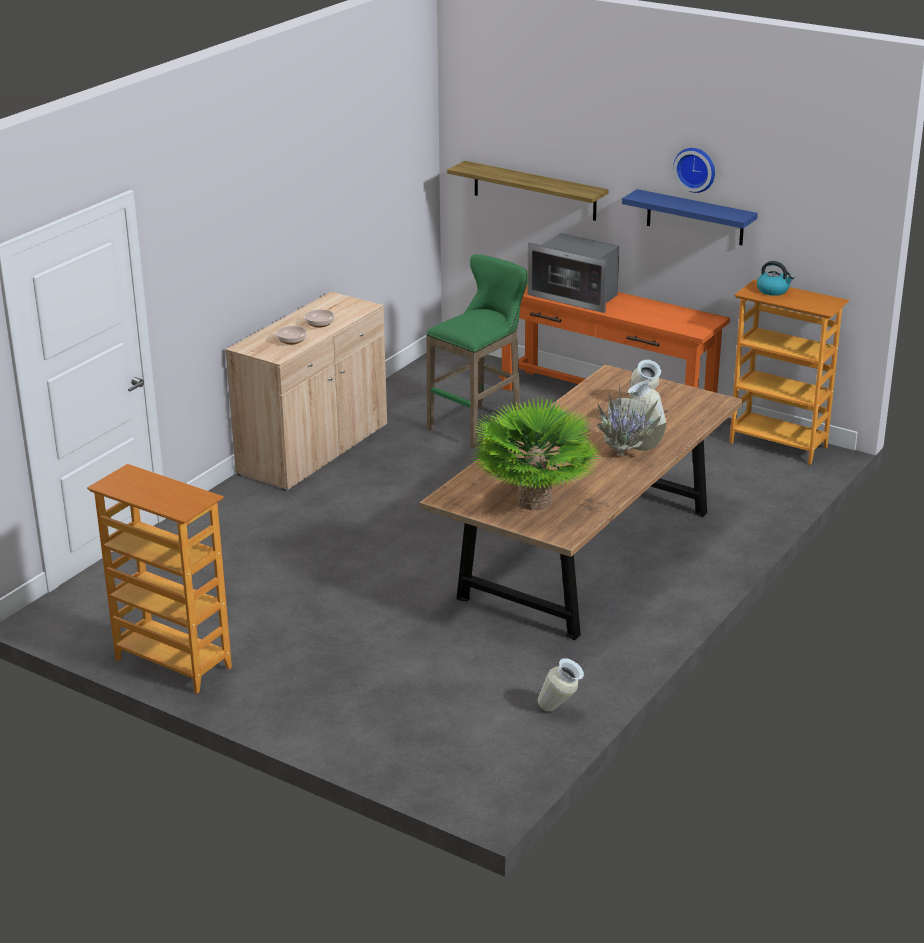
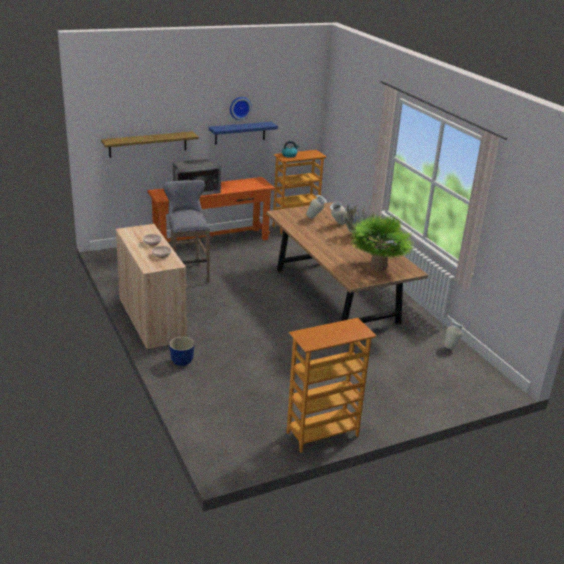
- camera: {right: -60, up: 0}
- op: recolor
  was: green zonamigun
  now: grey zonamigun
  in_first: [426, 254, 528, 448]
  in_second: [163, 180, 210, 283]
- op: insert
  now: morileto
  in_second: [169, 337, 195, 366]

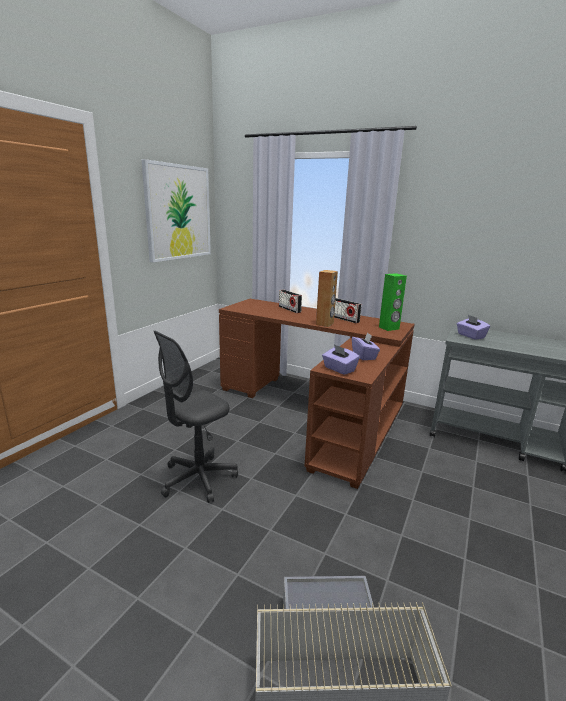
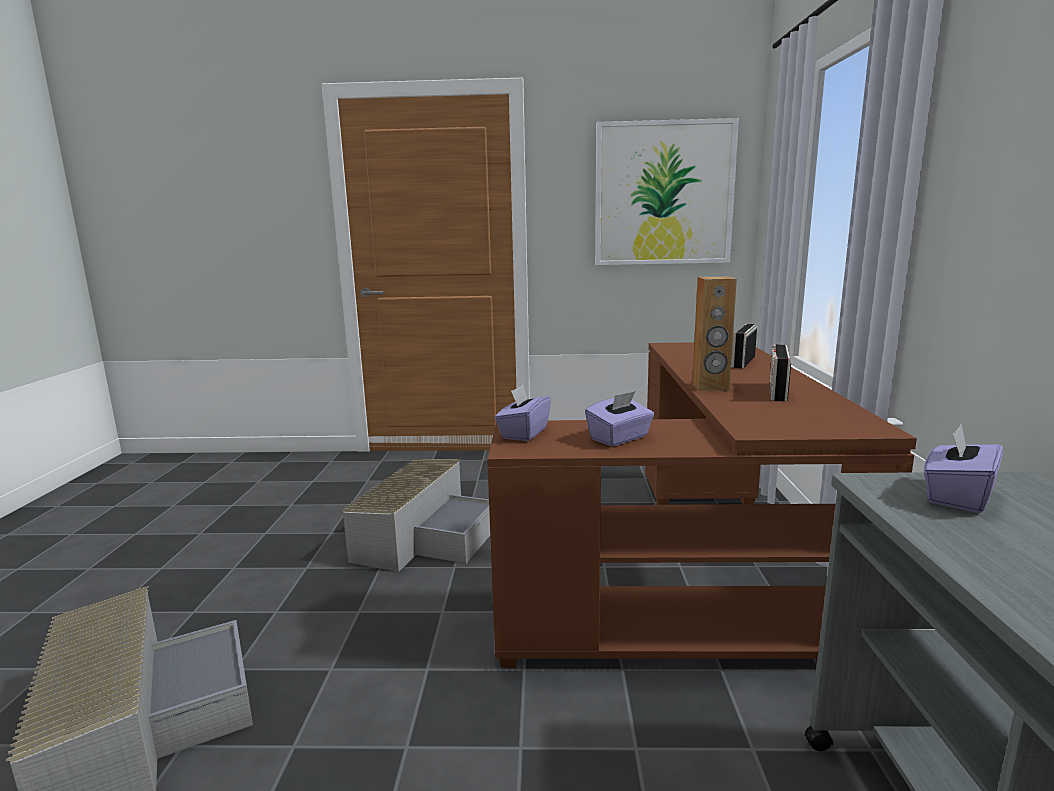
- camera: {right: 65, up: -5}
- op: replace
  was: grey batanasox
  now: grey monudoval
  in_first: [154, 331, 238, 503]
  in_second: [342, 459, 490, 572]
- op: delete
  was: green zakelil
  in_first: [379, 273, 407, 331]

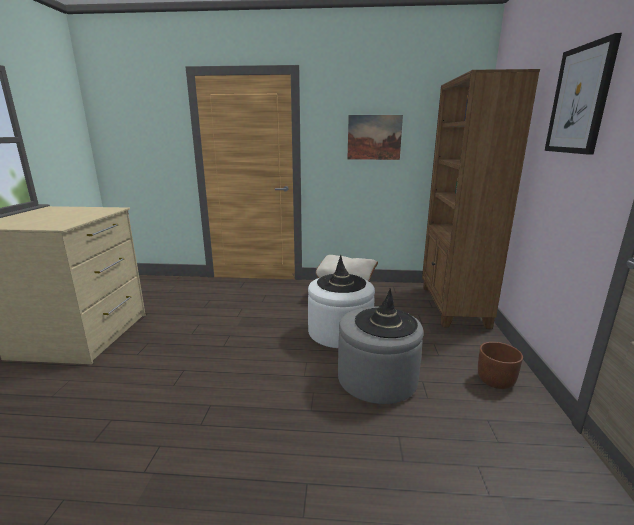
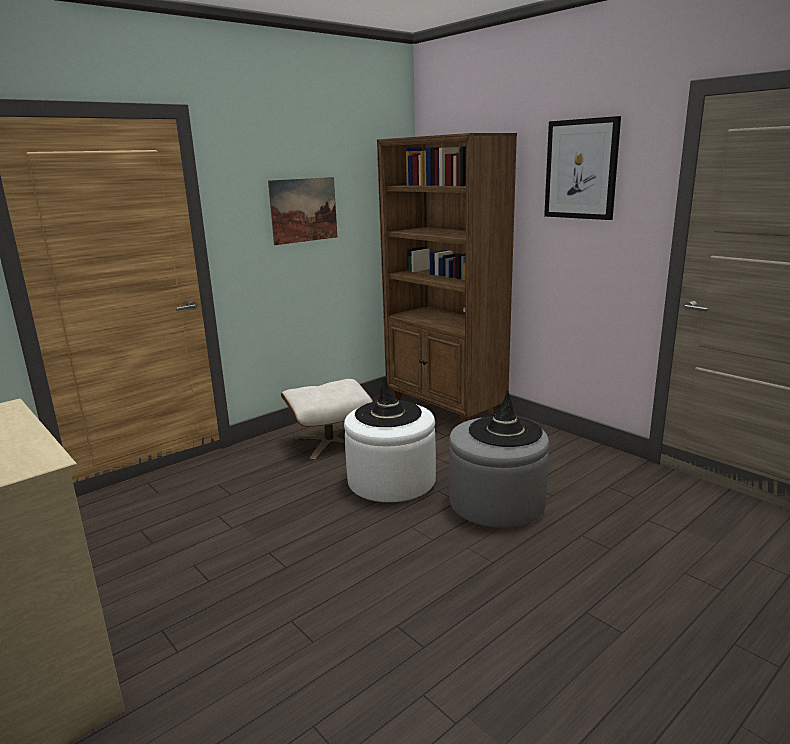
- camera: {right: -45, up: 0}
- op: delete
  was: brown morileto
  in_first: [478, 342, 523, 389]

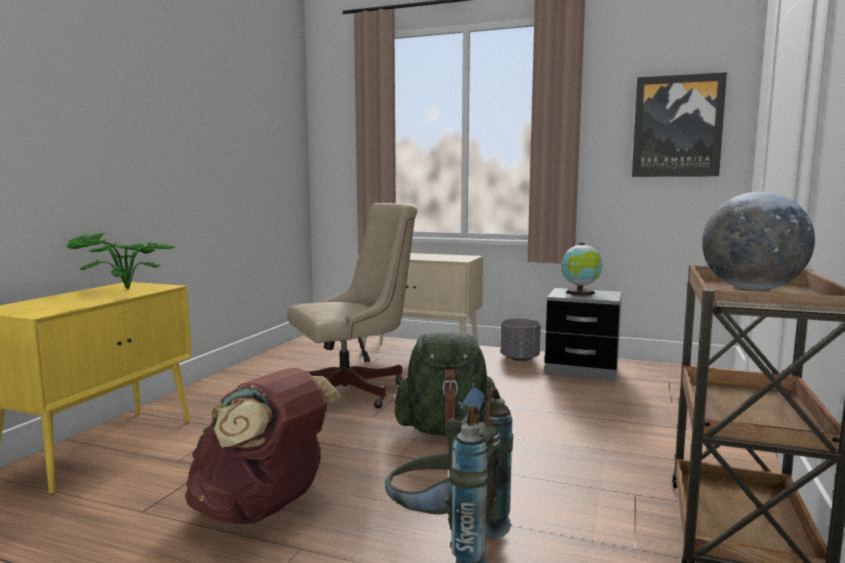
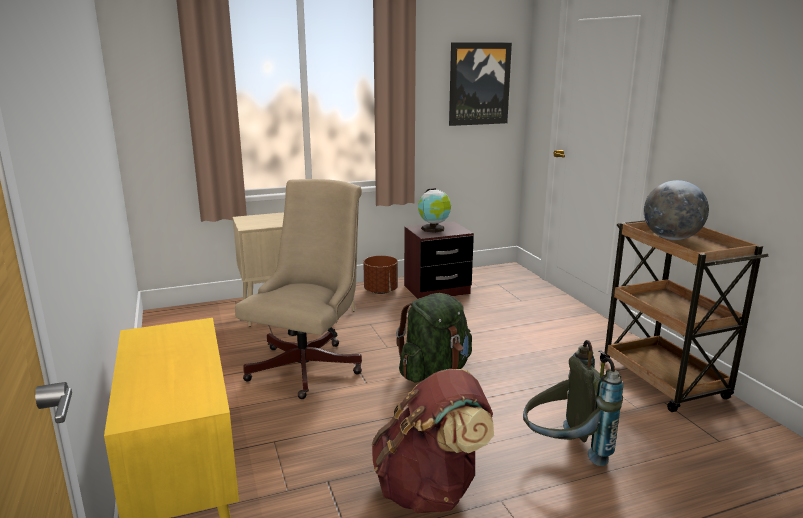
- camera: {right: -40, up: 10}
- op: delete
  was: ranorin
  in_first: [67, 232, 175, 289]
- op: recolor
  was: grey morileto
  now: brown morileto
  in_first: [501, 319, 541, 361]
  in_second: [363, 256, 398, 294]
- op: recolor
  was: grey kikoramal
  now: brown kikoramal
  in_first: [545, 288, 622, 382]
  in_second: [404, 221, 474, 299]

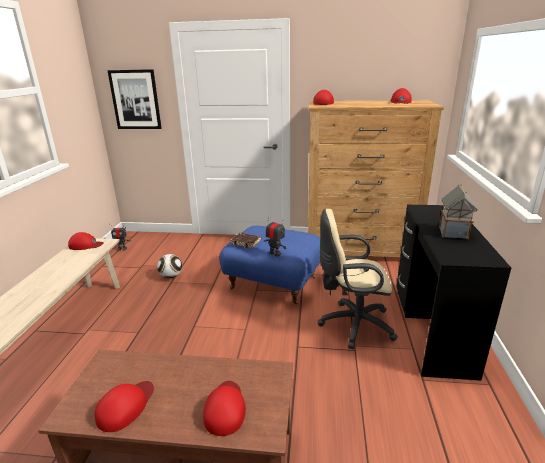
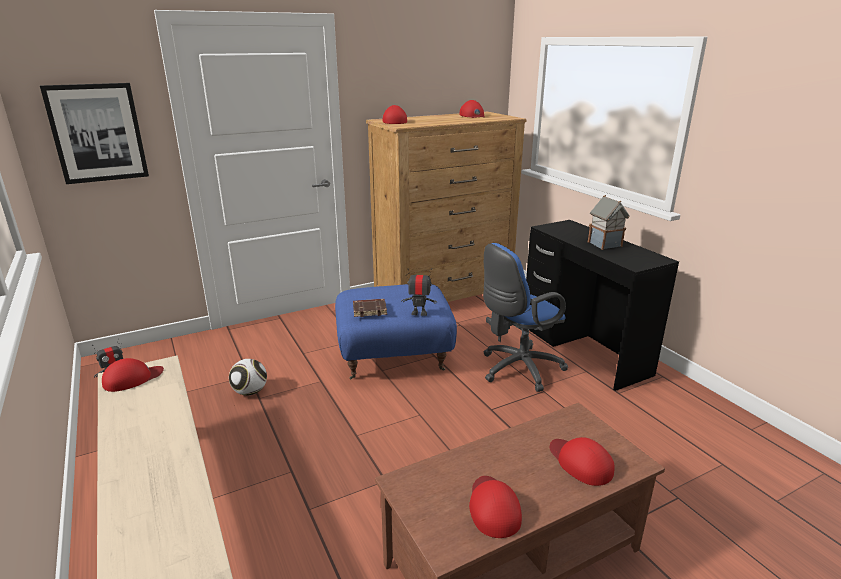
- camera: {right: -35, up: 0}
- op: recolor
  was: beige batanasox
  now: blue batanasox
  in_first: [318, 209, 398, 349]
  in_second: [483, 243, 568, 392]

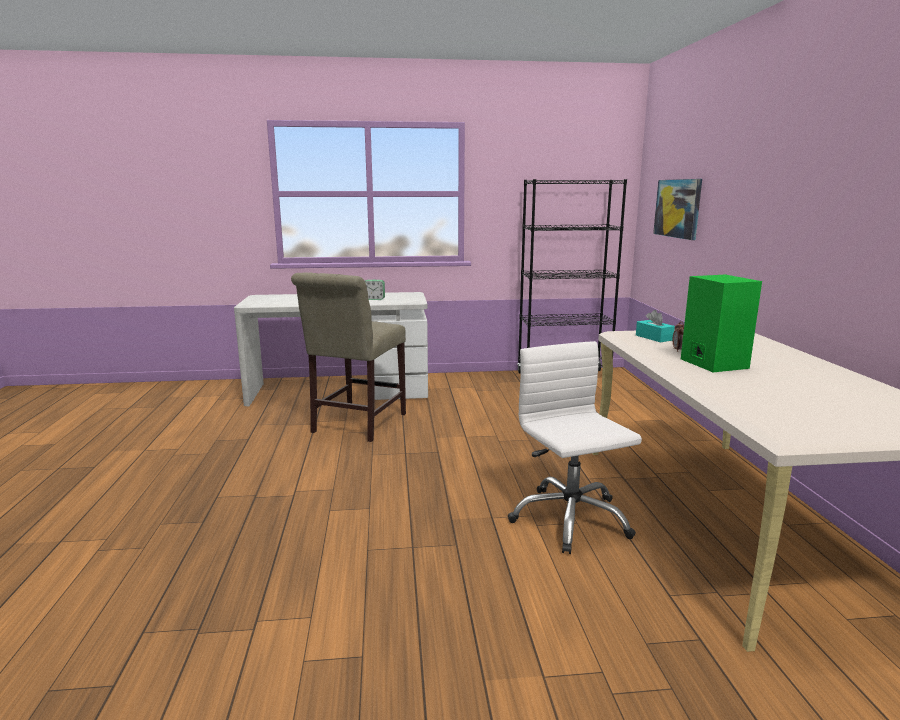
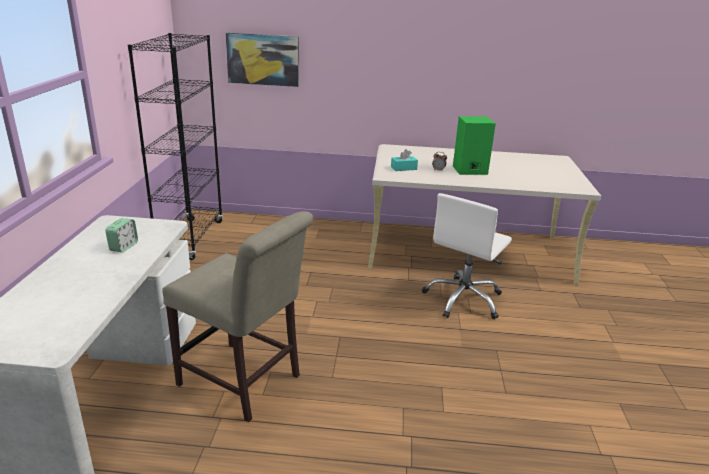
- camera: {right: -80, up: 10}
- op: rotate
  was: white batanasox
  in_first: [508, 341, 642, 554]
  in_second: [422, 193, 512, 319]
  clockwise: -45

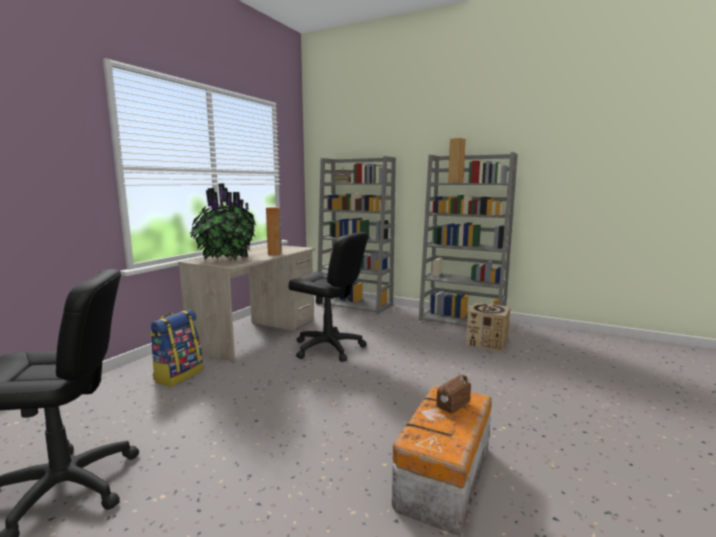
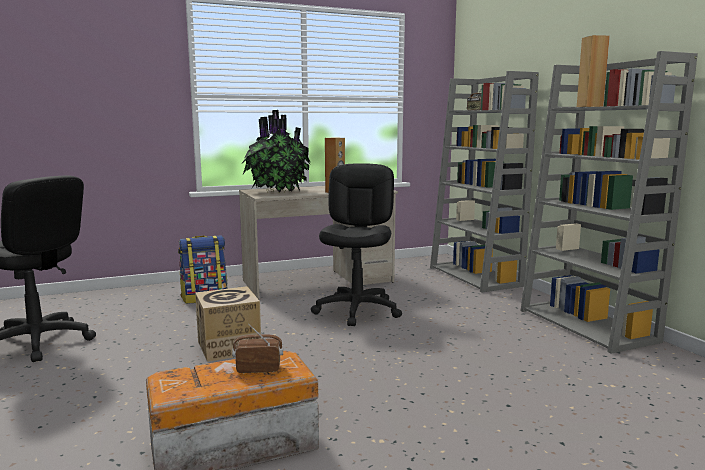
- camera: {right: 40, up: 0}
- op: rotate
  was: black batanasox
  in_first: [288, 232, 368, 362]
  in_second: [311, 163, 402, 326]
  clockwise: -150
- op: move
  was: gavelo
  in_first: [466, 302, 511, 351]
  in_second: [195, 286, 261, 362]

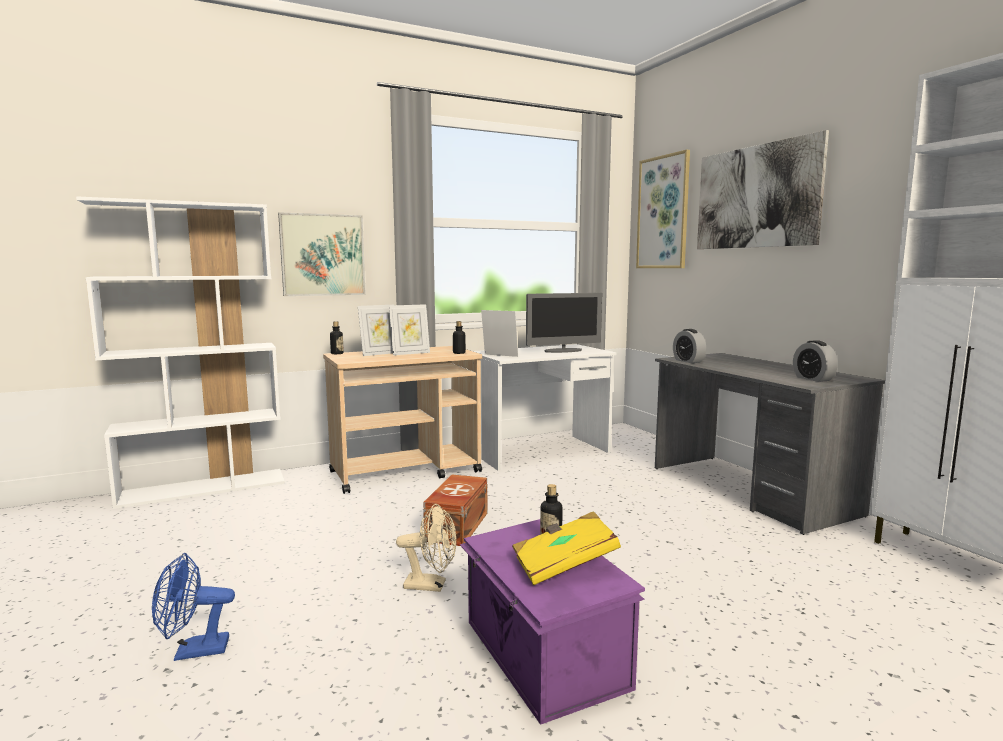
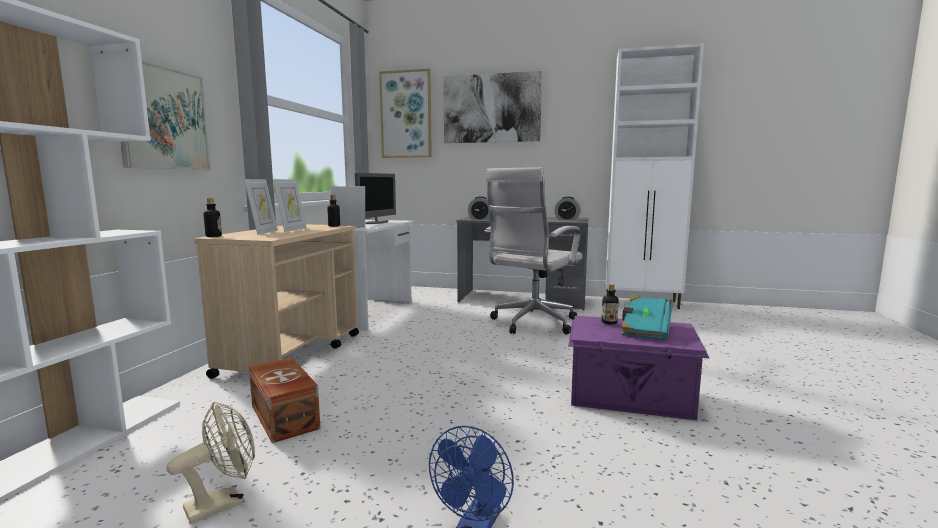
- camera: {right: -50, up: 0}
- op: move
  was: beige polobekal
  in_first: [396, 504, 456, 592]
  in_second: [166, 402, 255, 524]
- op: move
  was: brown monudoval
  in_first: [423, 475, 487, 546]
  in_second: [249, 358, 321, 443]
- op: recolor
  was: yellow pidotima
  now: turquoise pidotima
  in_first: [512, 511, 621, 586]
  in_second: [621, 295, 673, 340]
- op: insert
  now: white batanasox
  in_second: [484, 167, 582, 335]

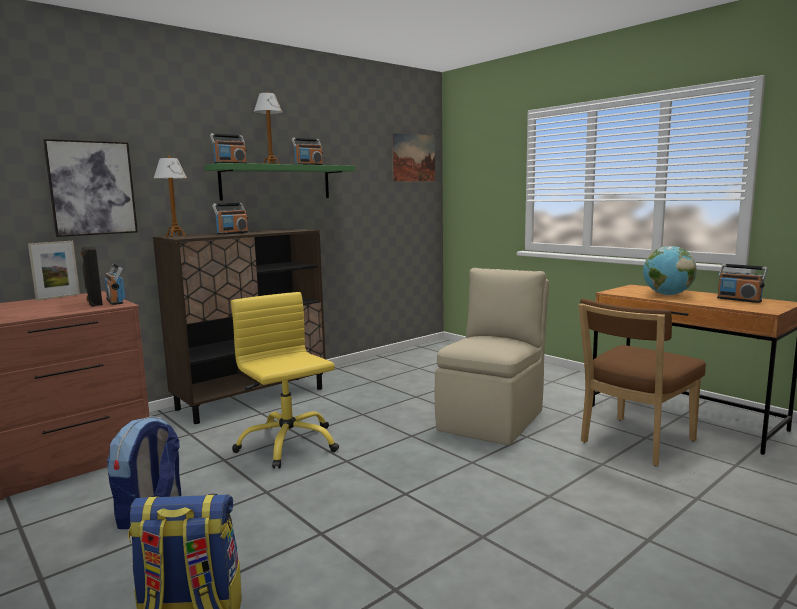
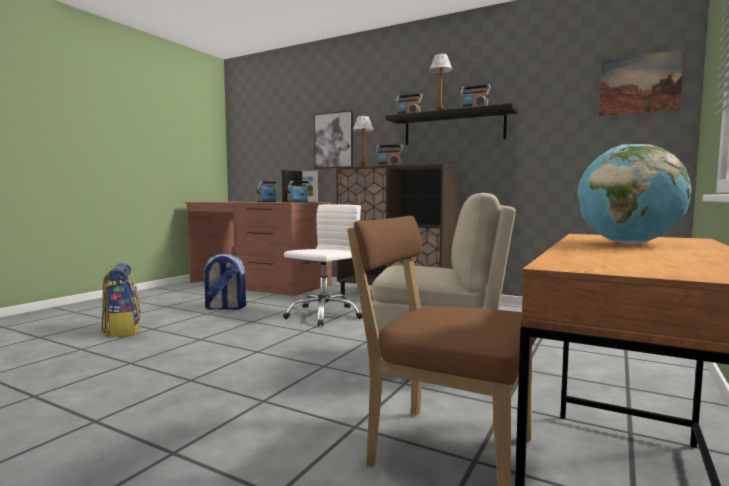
- camera: {right: 70, up: -5}
- op: recolor
  was: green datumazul
  now: black datumazul
  in_first: [204, 163, 355, 201]
  in_second: [386, 103, 518, 145]
- op: recolor
  was: yellow batanasox
  now: white batanasox
  in_first: [231, 292, 339, 469]
  in_second: [283, 204, 363, 326]
- op: move
  was: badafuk
  in_first: [717, 264, 768, 303]
  in_second: [256, 181, 278, 202]

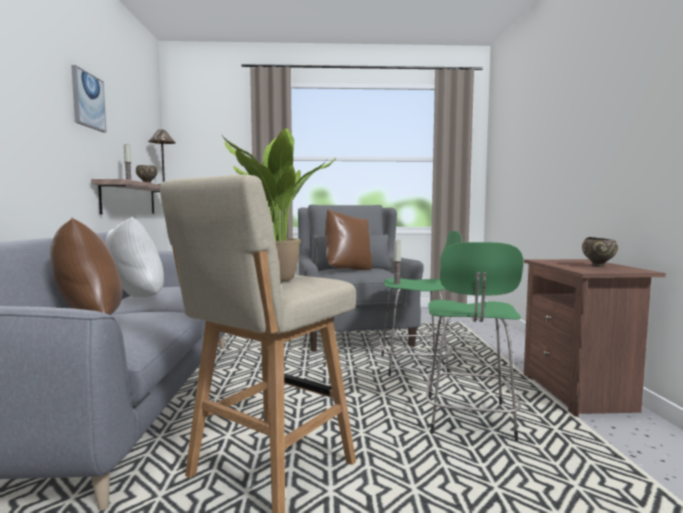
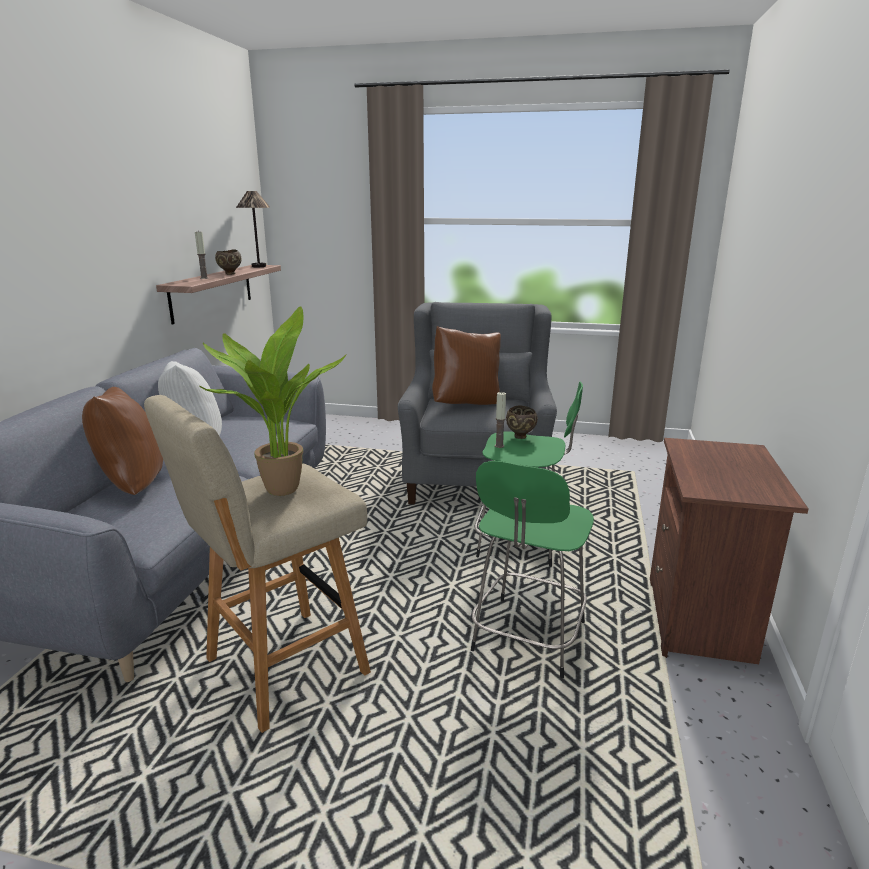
- camera: {right: 15, up: 15}
- op: delete
  was: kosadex
  in_first: [71, 65, 106, 132]
- op: move
  was: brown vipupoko
  in_first: [582, 237, 618, 267]
  in_second: [506, 405, 538, 439]

